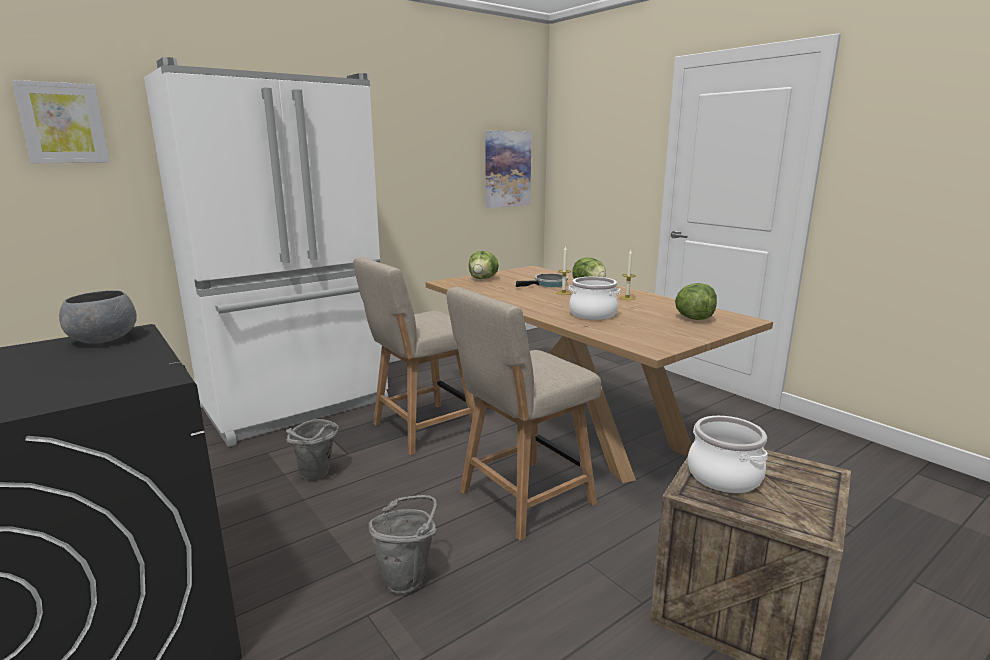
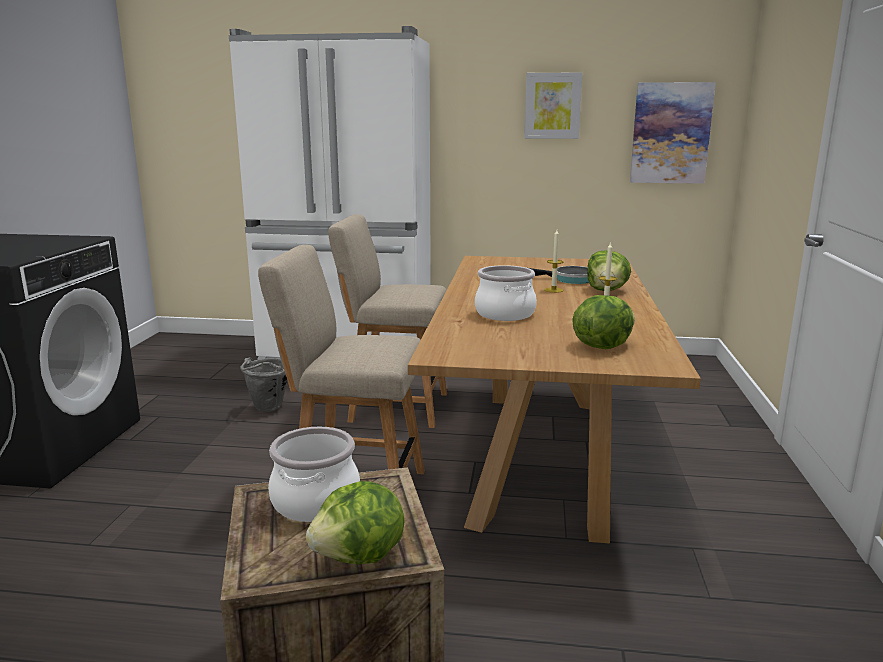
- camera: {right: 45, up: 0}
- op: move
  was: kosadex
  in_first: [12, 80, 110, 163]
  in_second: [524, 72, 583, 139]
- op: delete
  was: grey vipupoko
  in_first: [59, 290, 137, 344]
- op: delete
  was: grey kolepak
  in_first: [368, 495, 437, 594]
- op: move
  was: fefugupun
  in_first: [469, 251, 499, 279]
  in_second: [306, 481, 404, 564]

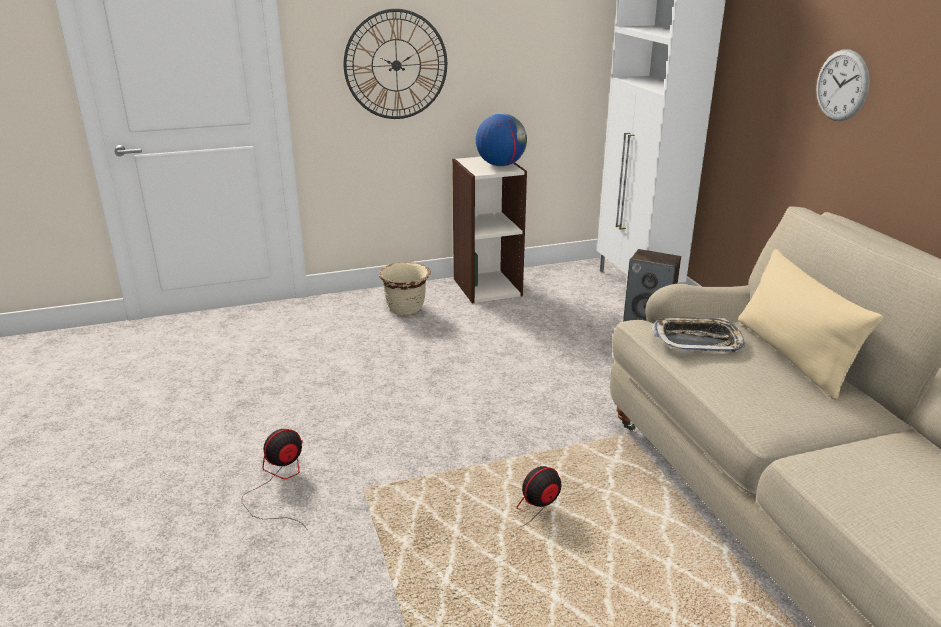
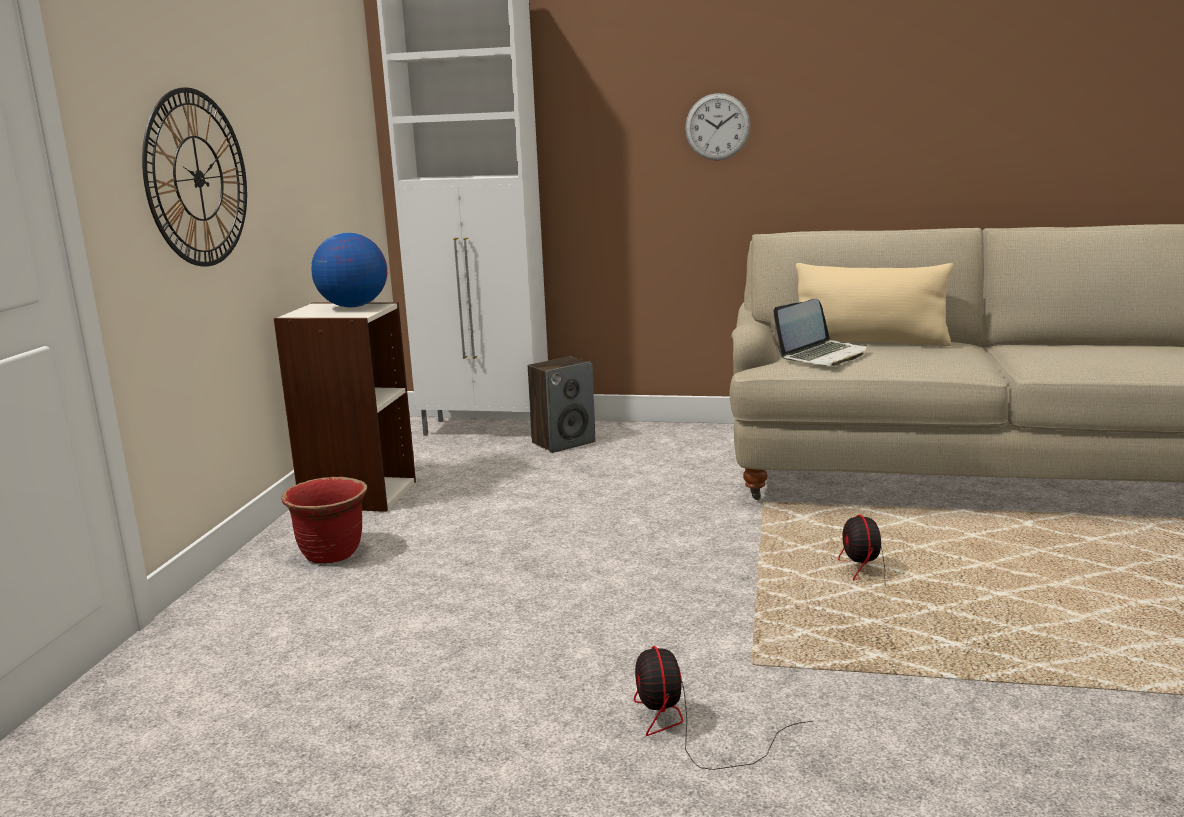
- camera: {right: -60, up: -10}
- op: recolor
  was: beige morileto
  now: red morileto
  in_first: [379, 262, 431, 316]
  in_second: [281, 477, 367, 563]
- op: replace
  was: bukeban
  now: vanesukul
  in_first: [652, 317, 745, 352]
  in_second: [773, 299, 867, 366]

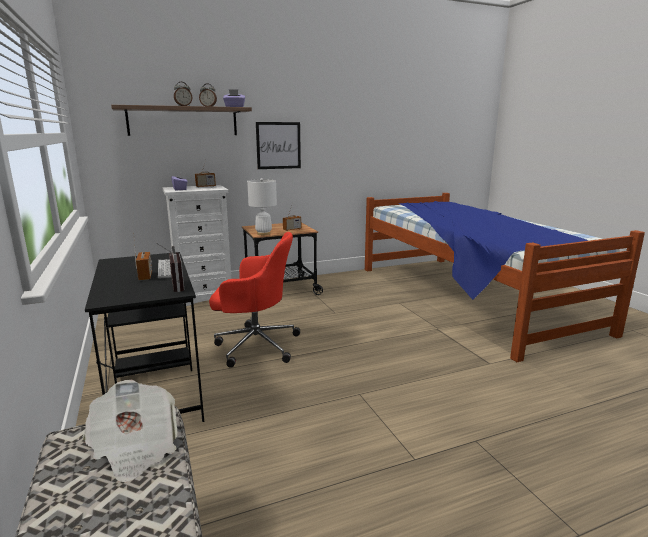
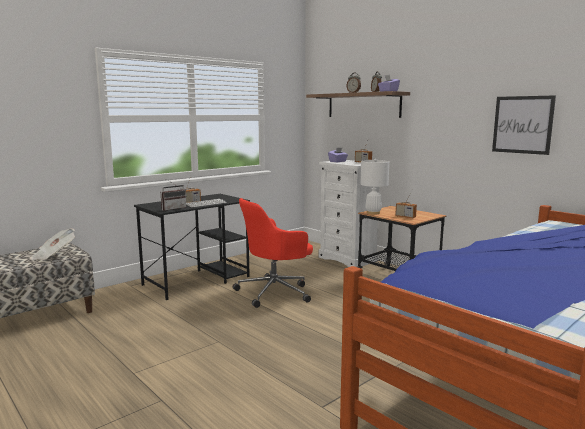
- camera: {right: 70, up: -5}
- op: rotate
  was: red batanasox
  in_first: [209, 232, 300, 368]
  in_second: [233, 198, 313, 308]
  clockwise: 75
- op: move
  was: kosadex
  in_first: [256, 122, 301, 169]
  in_second: [492, 95, 556, 155]

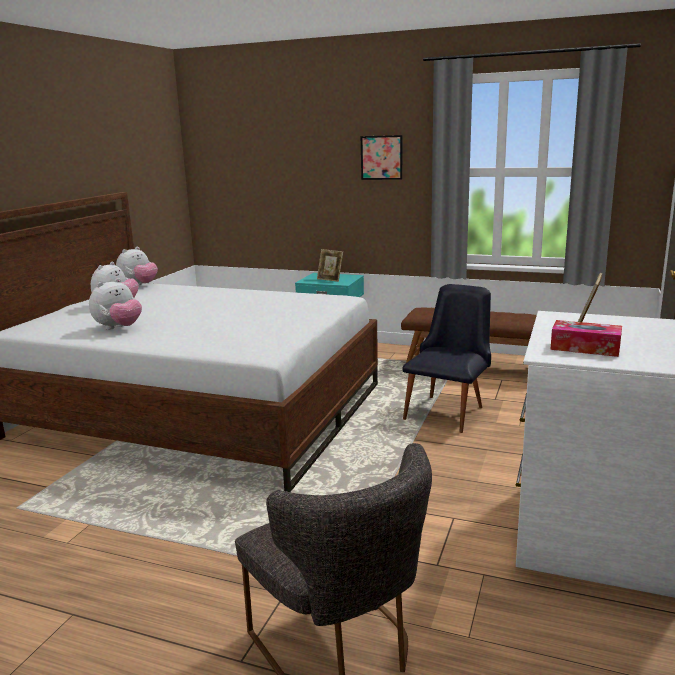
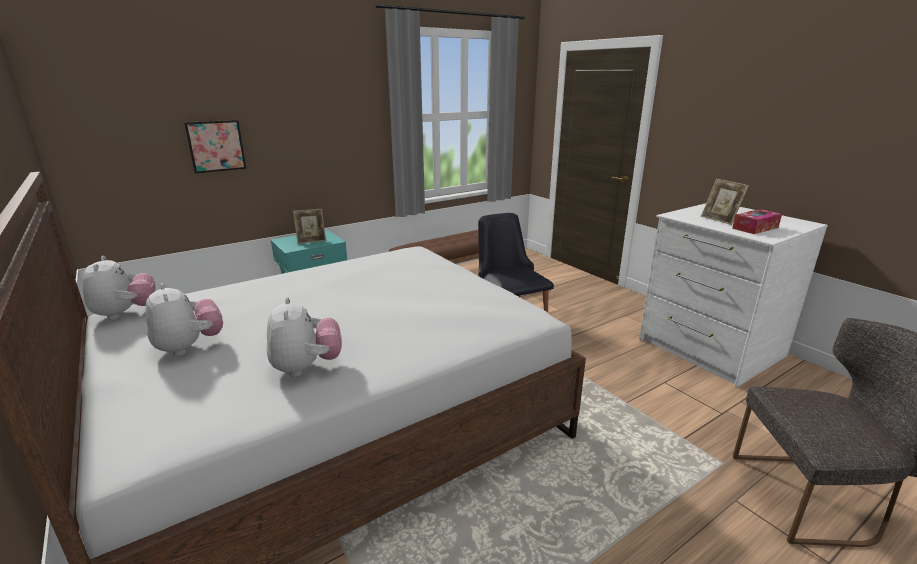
- camera: {right: -55, up: 5}
- op: move
  was: kosadex
  in_first: [361, 135, 402, 180]
  in_second: [184, 120, 246, 173]

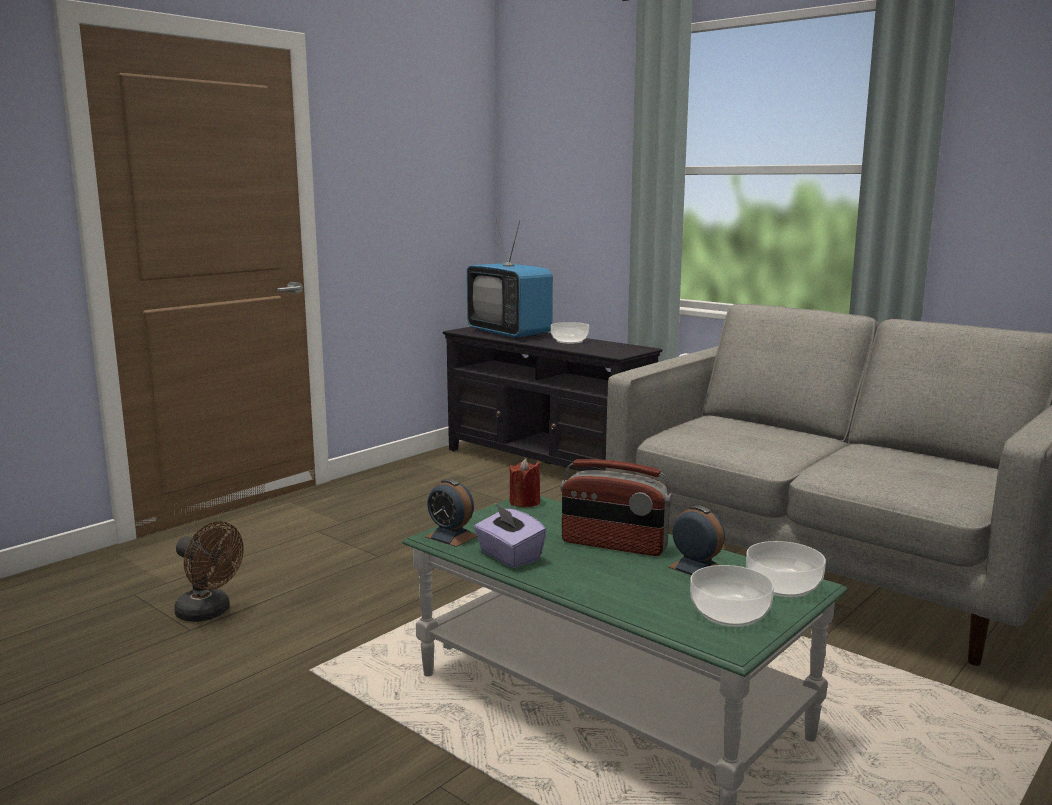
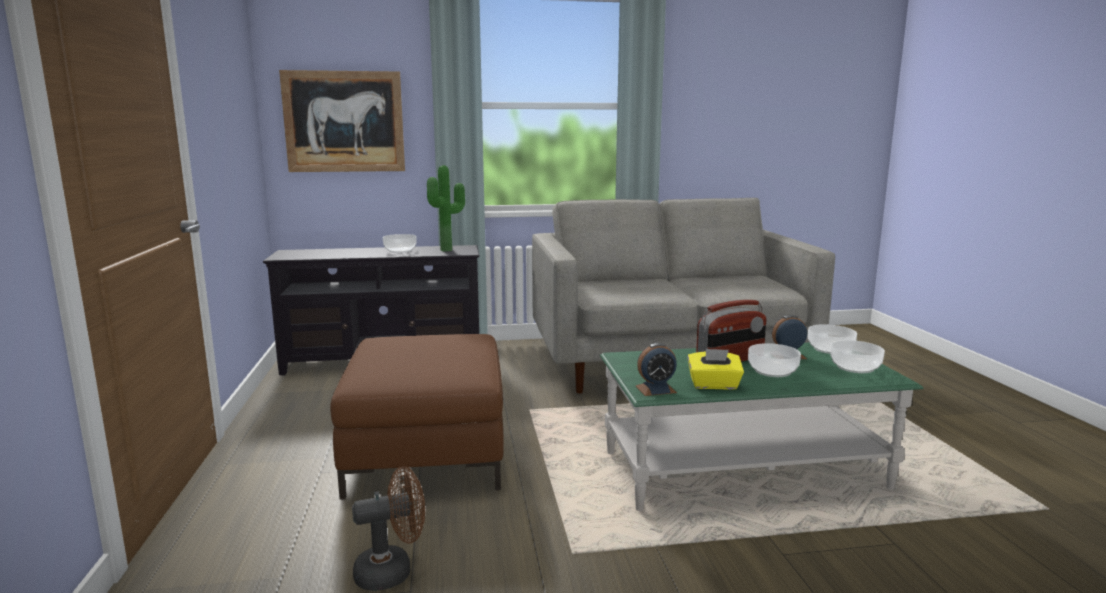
- camera: {right: -50, up: 0}
- op: delete
  was: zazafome
  in_first: [467, 219, 553, 339]
- op: recolor
  was: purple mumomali
  now: yellow mumomali
  in_first: [474, 504, 546, 568]
  in_second: [687, 349, 744, 390]
- op: delete
  was: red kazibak
  in_first: [510, 459, 540, 507]
- op: insert
  now: kosadex
  in_second: [279, 70, 405, 172]
- op: insert
  now: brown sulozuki
  in_second: [330, 334, 504, 500]
- op: insert
  now: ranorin
  in_second: [427, 165, 465, 251]
- op: insert
  now: vipupoko
  in_second: [748, 343, 801, 377]

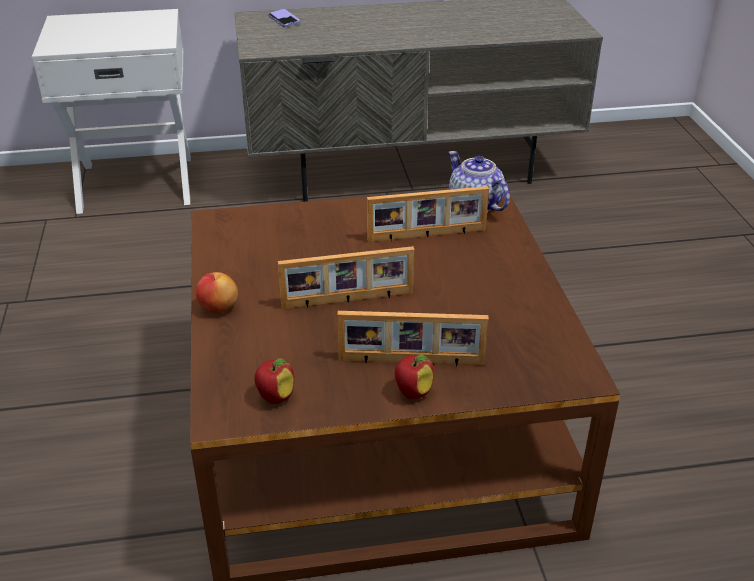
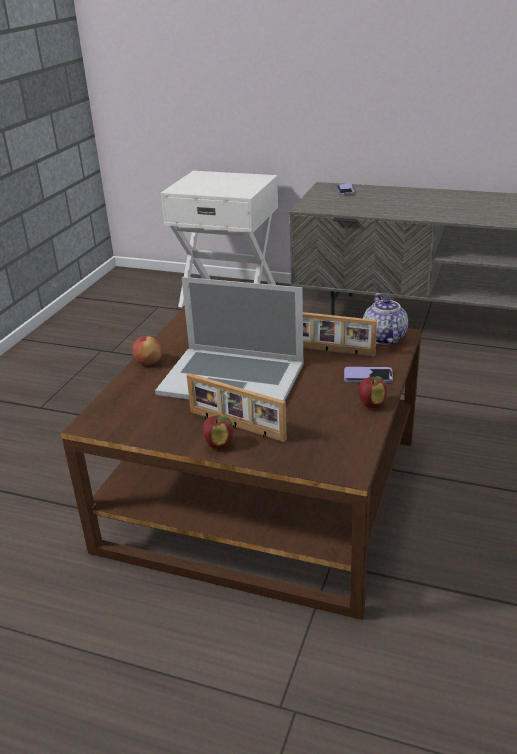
- camera: {right: 30, up: -5}
- op: move
  was: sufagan
  in_first: [254, 358, 294, 404]
  in_second: [358, 376, 387, 408]
- op: replace
  was: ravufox
  now: vanesukul
  in_first: [278, 246, 415, 309]
  in_second: [155, 277, 303, 401]
- op: insert
  now: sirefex
  in_second: [344, 367, 393, 383]

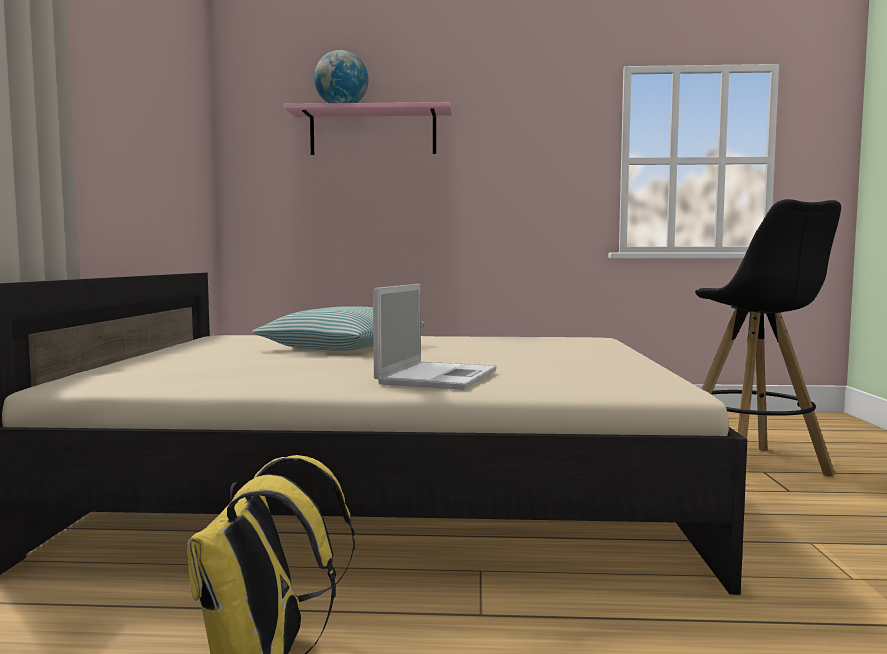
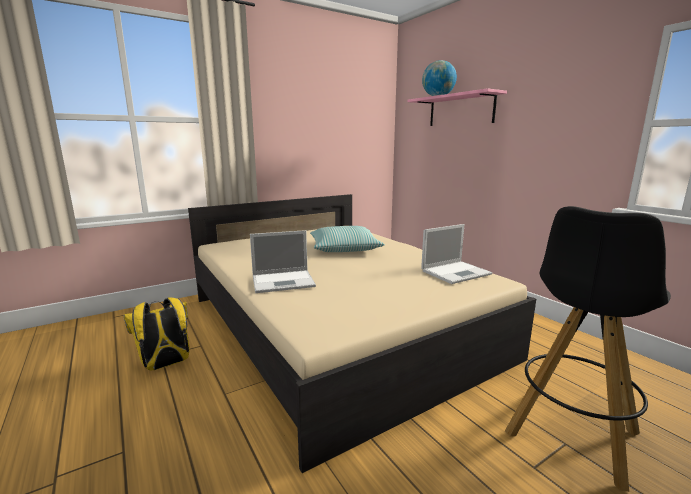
- camera: {right: 55, up: 10}
- op: insert
  now: vanesukul
  in_second: [421, 224, 492, 284]

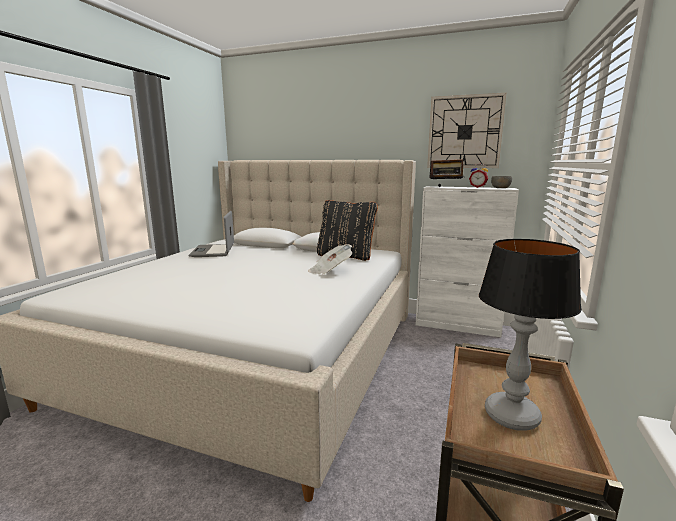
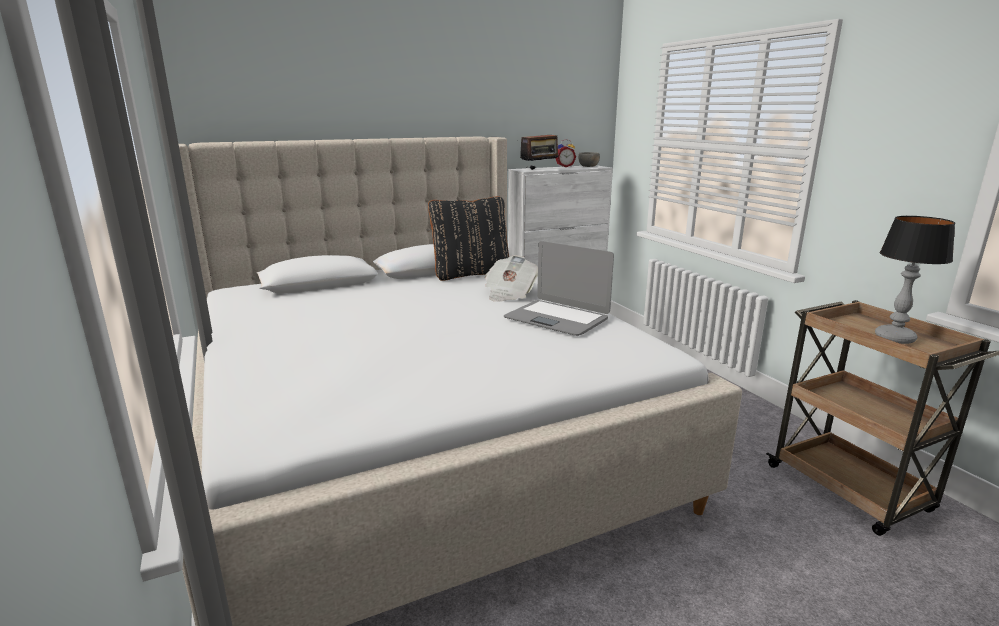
- camera: {right: -45, up: 5}
- op: move
  was: vanesukul
  in_first: [188, 211, 234, 257]
  in_second: [504, 241, 614, 336]
- op: delete
  was: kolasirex
  in_first: [427, 93, 506, 168]

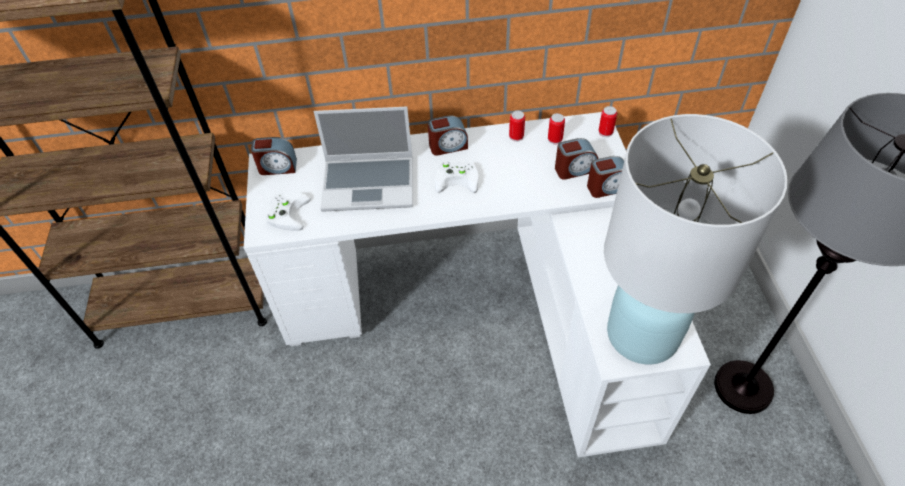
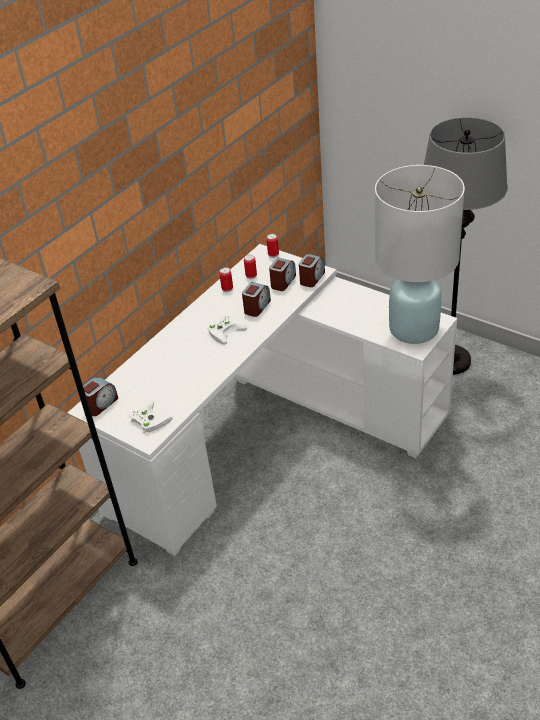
- camera: {right: -45, up: -10}
- op: delete
  was: vanesukul
  in_first: [314, 107, 413, 211]
- op: move
  was: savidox
  in_first: [428, 115, 468, 156]
  in_second: [242, 282, 271, 317]

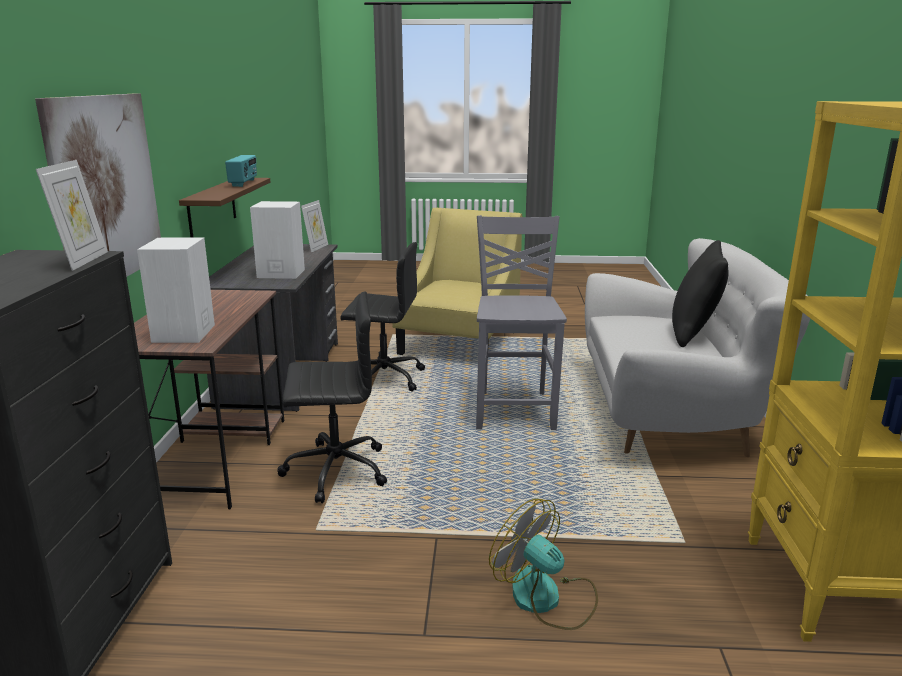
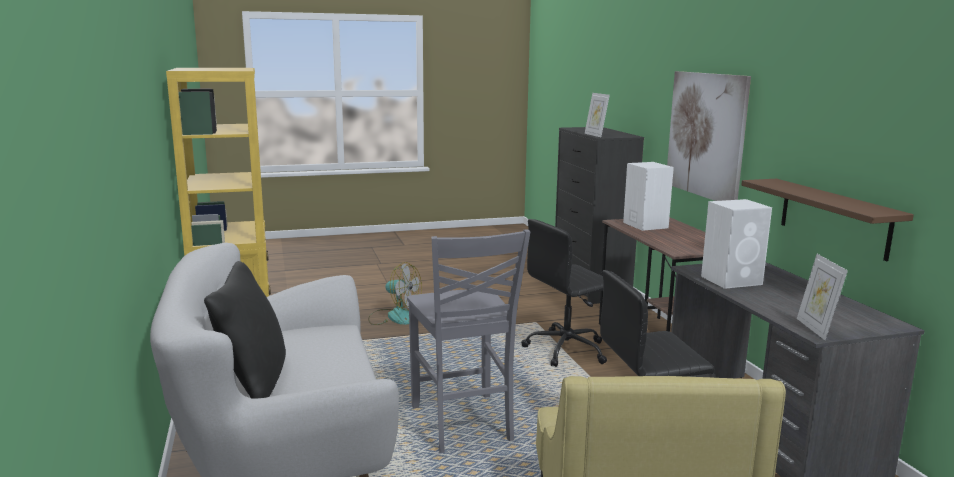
- camera: {right: 160, up: -5}
- op: delete
  was: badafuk
  in_first: [225, 155, 257, 187]

